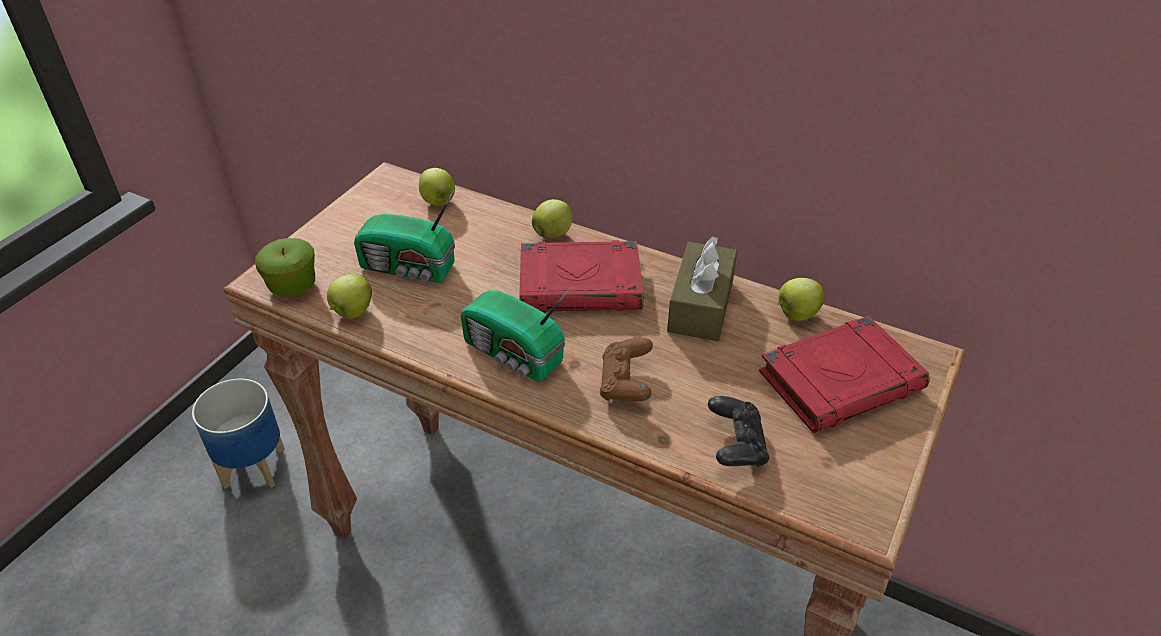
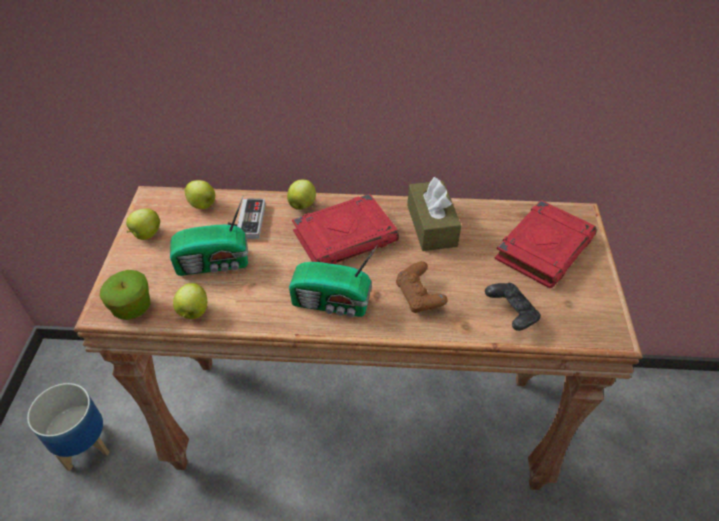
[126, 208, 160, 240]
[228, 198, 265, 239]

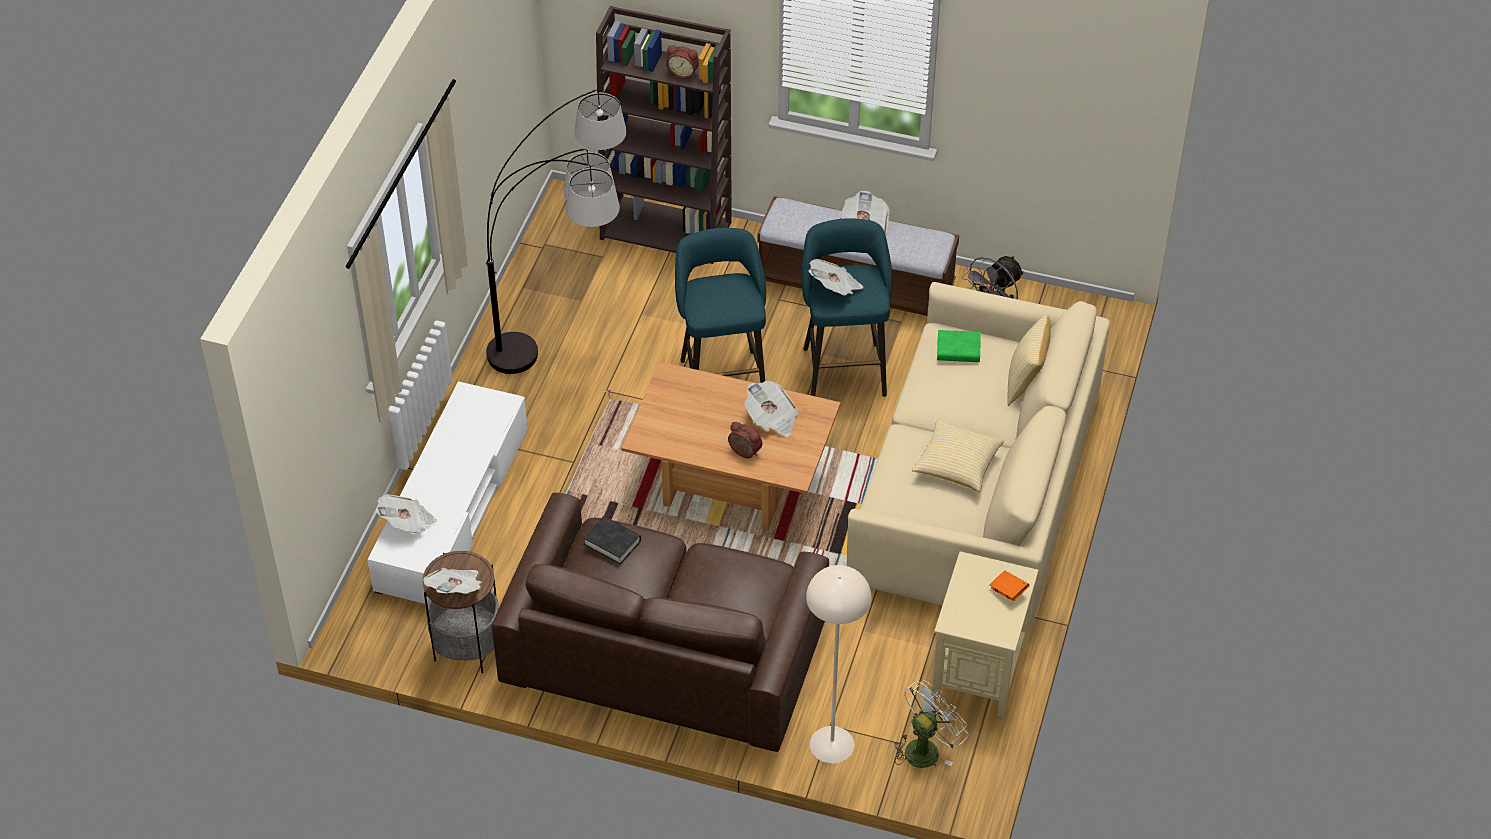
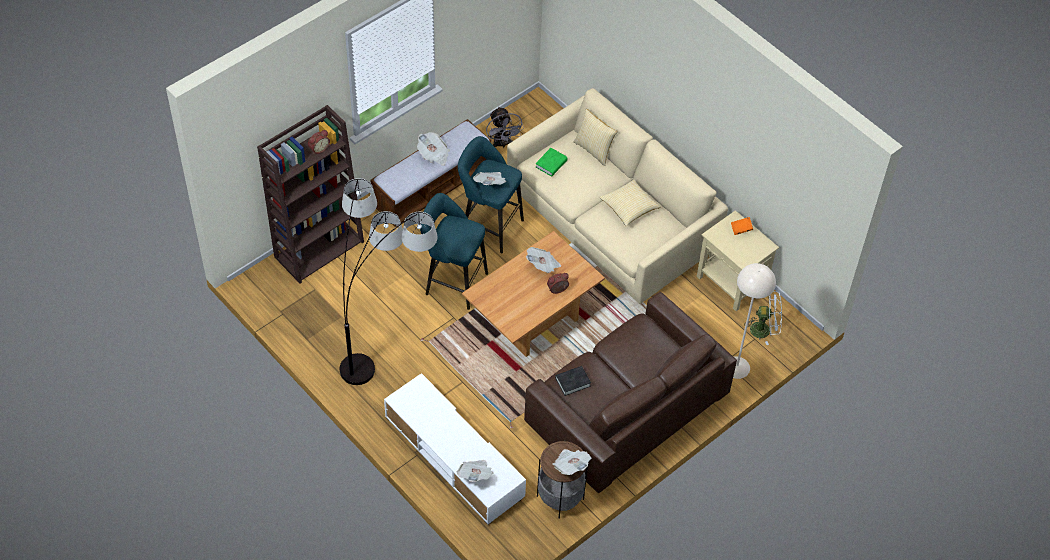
[744, 292, 782, 345]

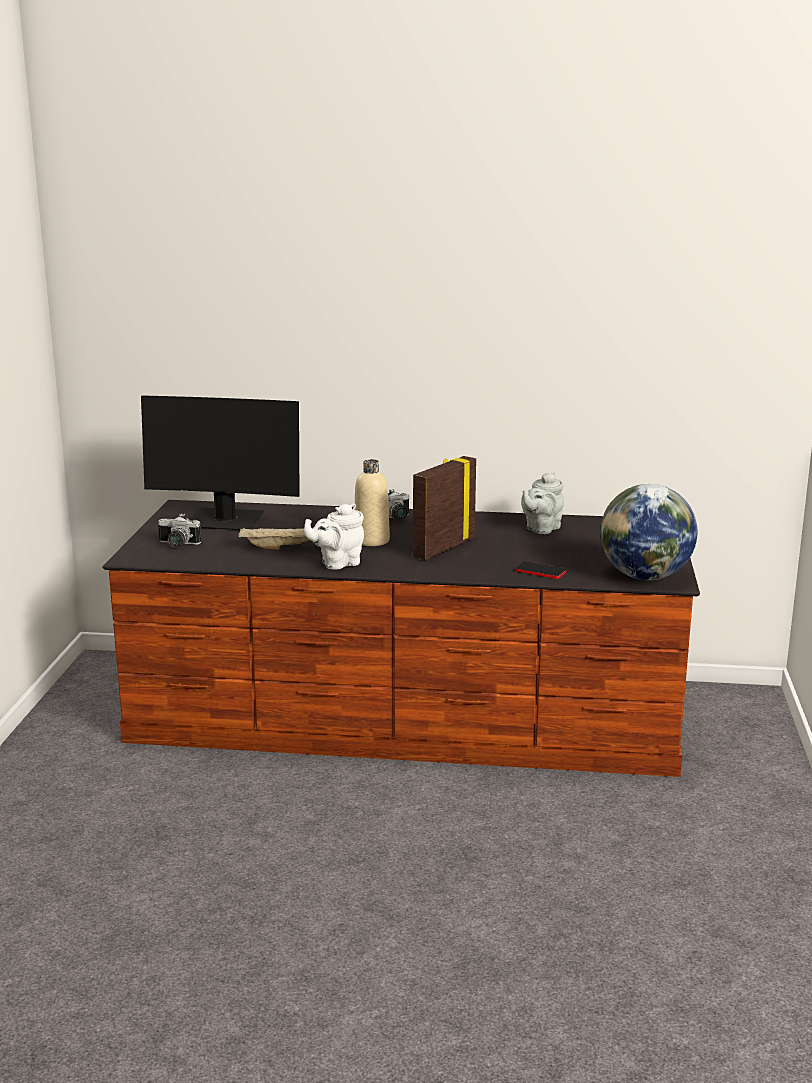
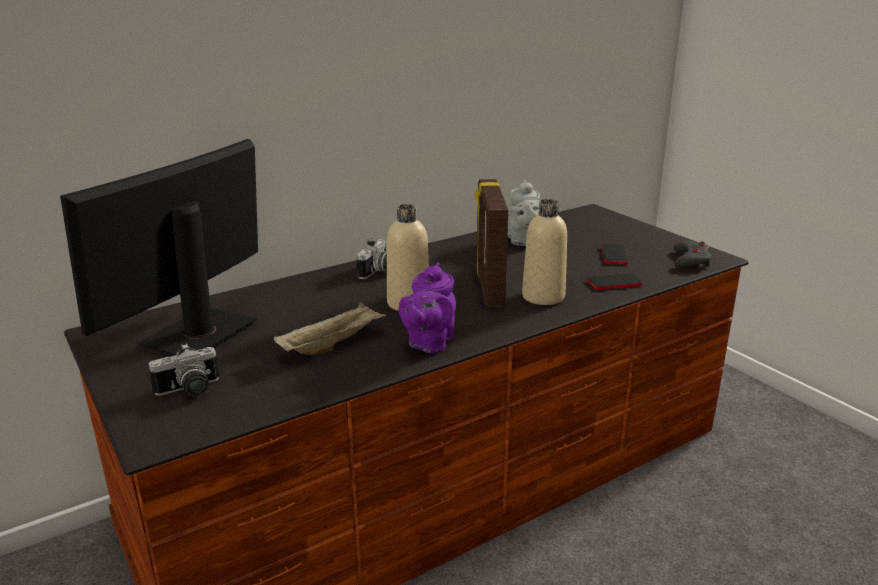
[60, 139, 258, 355]
[673, 241, 711, 268]
[399, 263, 456, 354]
[522, 199, 567, 305]
[601, 244, 629, 264]

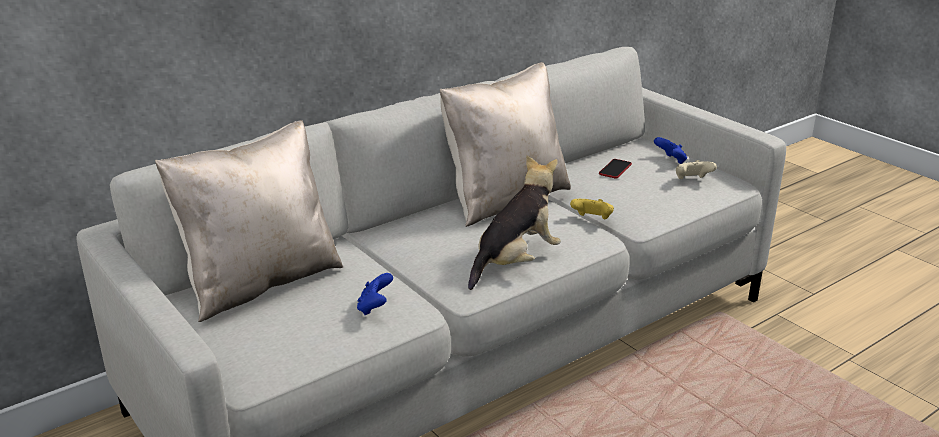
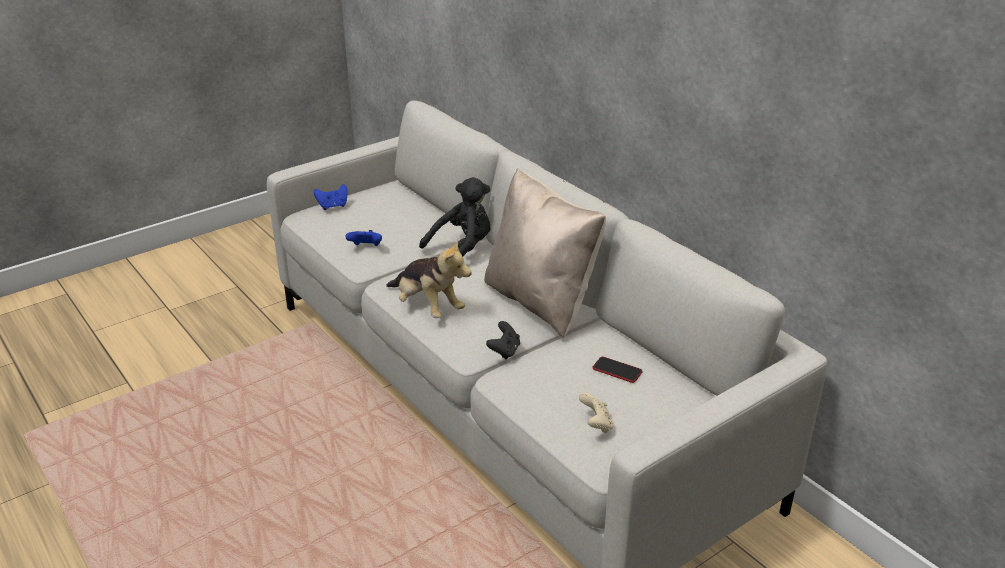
[155, 120, 343, 322] (first image)
[314, 184, 348, 210]
[486, 321, 520, 359]
[419, 177, 491, 257]

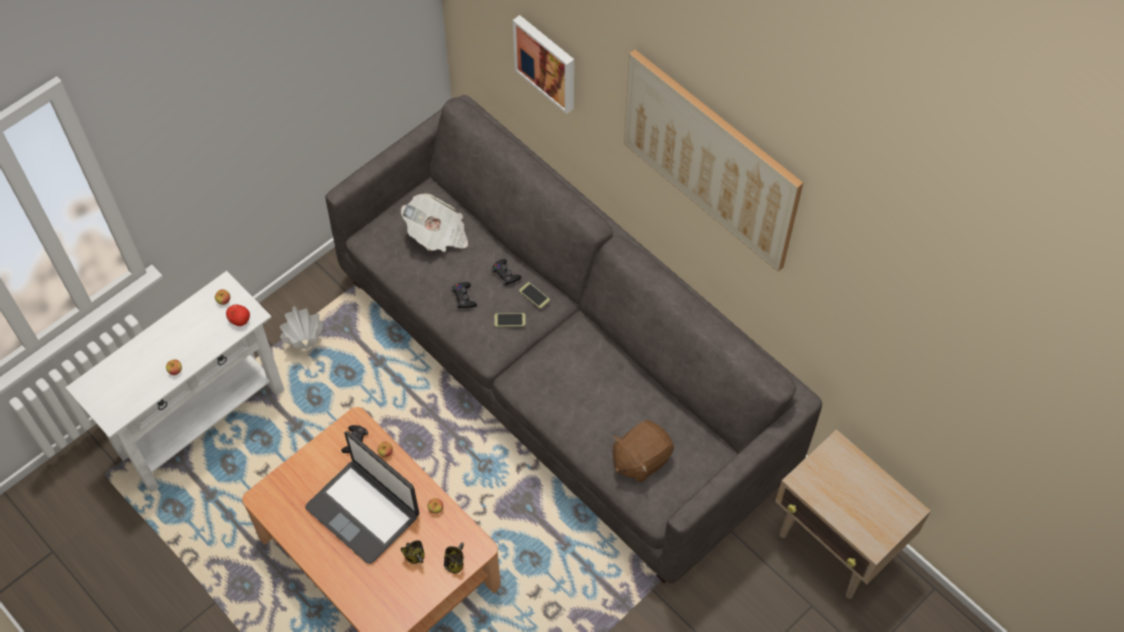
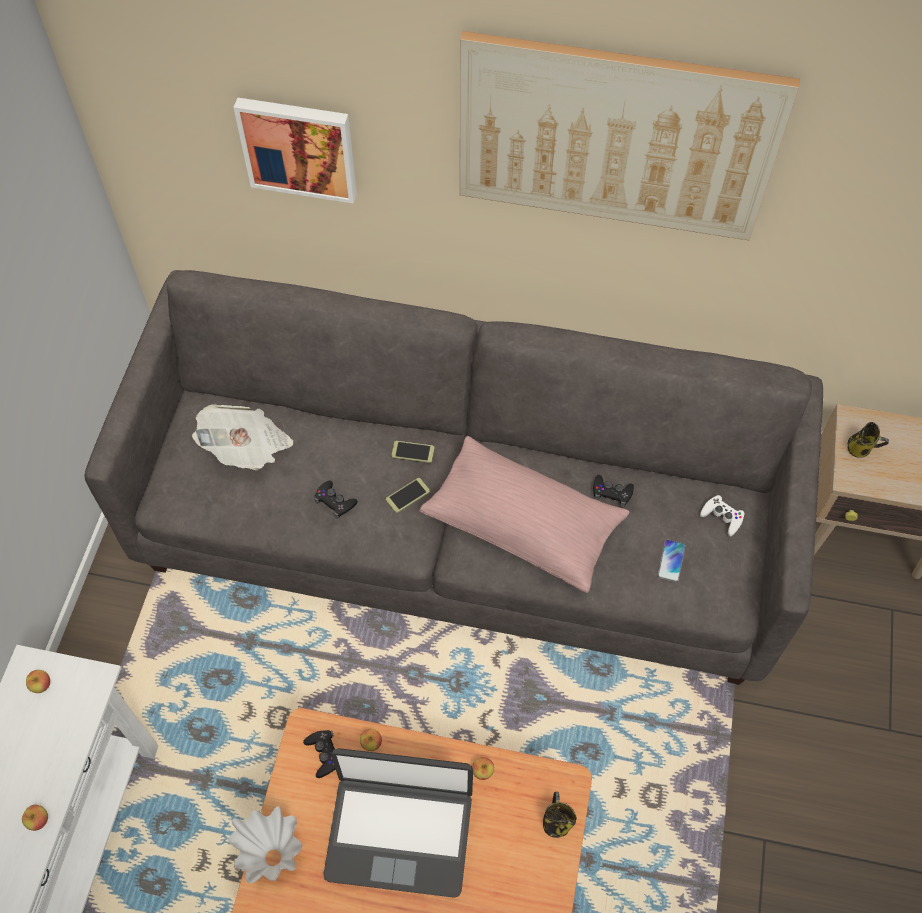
[593, 475, 634, 507]
[226, 305, 250, 326] (first image)
[228, 806, 302, 883]
[657, 539, 686, 583]
[848, 422, 889, 458]
[419, 436, 630, 593]
[700, 495, 744, 536]

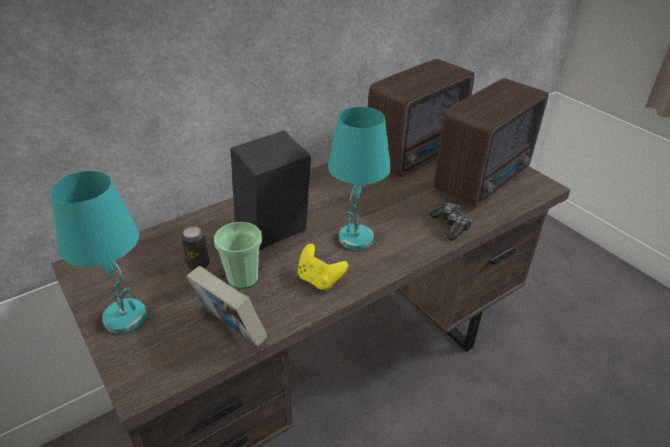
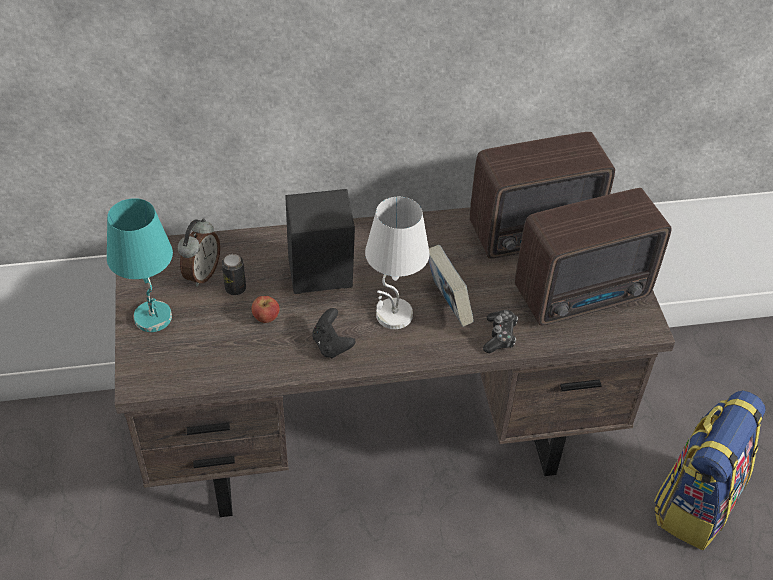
[365, 197, 430, 329]
[251, 296, 280, 323]
[312, 308, 356, 359]
[429, 245, 474, 327]
[178, 218, 220, 287]
[654, 390, 766, 550]

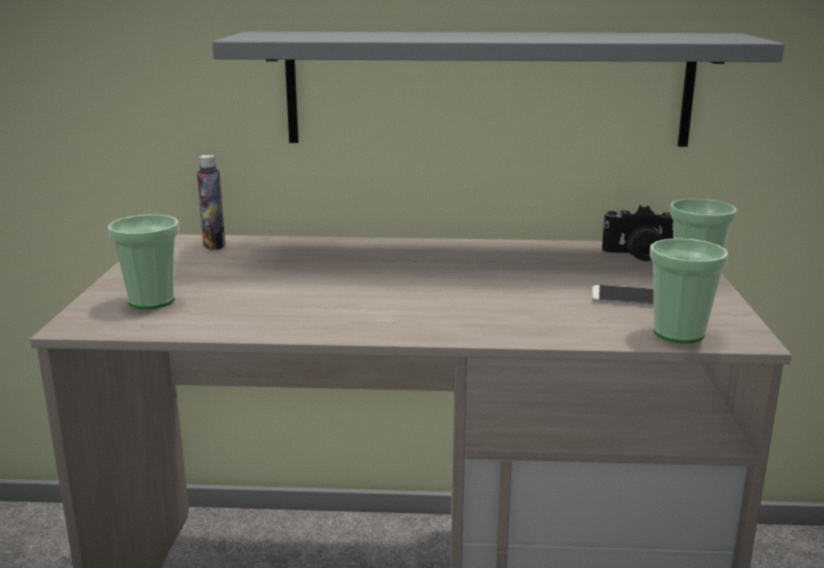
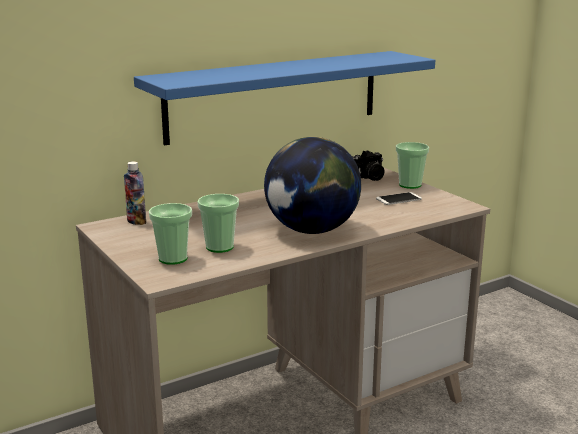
[134, 51, 435, 145]
[197, 194, 239, 253]
[264, 137, 361, 234]

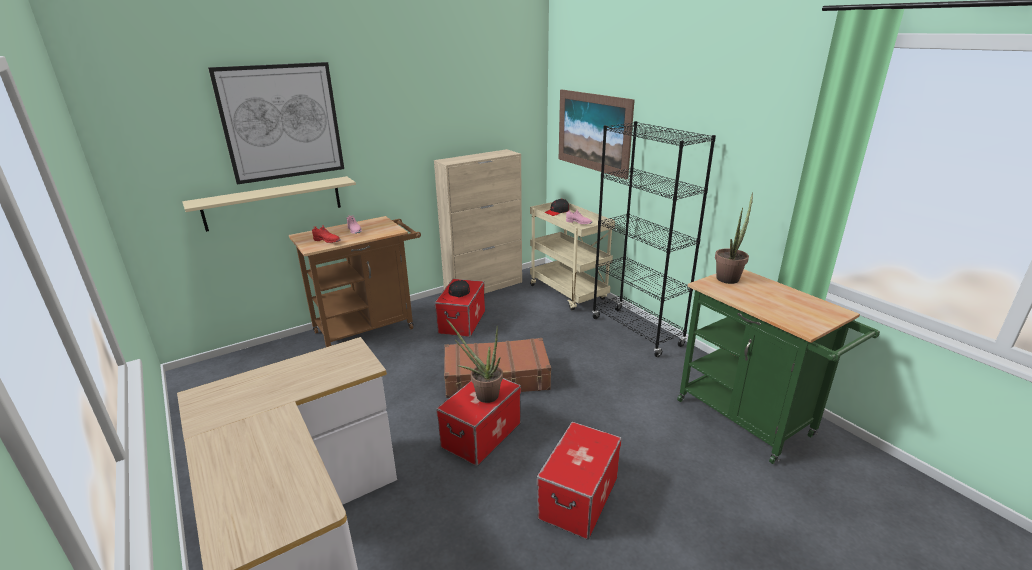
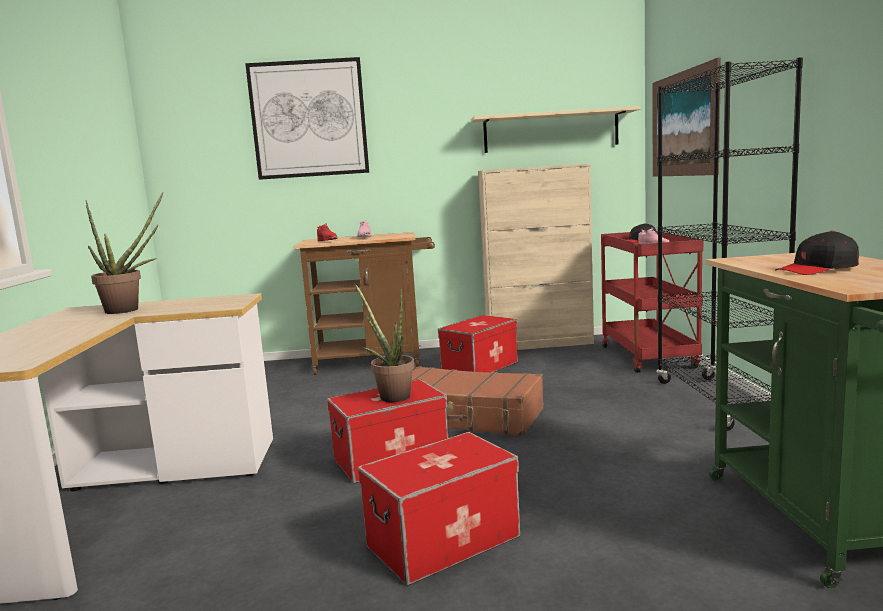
[470, 106, 641, 153]
[86, 192, 164, 314]
[601, 231, 703, 373]
[775, 230, 859, 275]

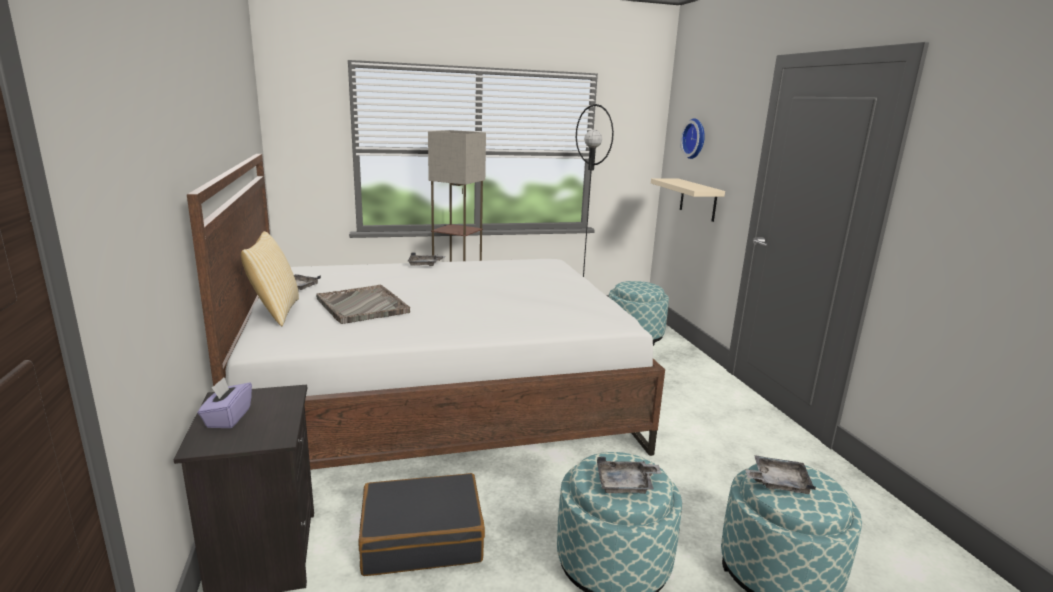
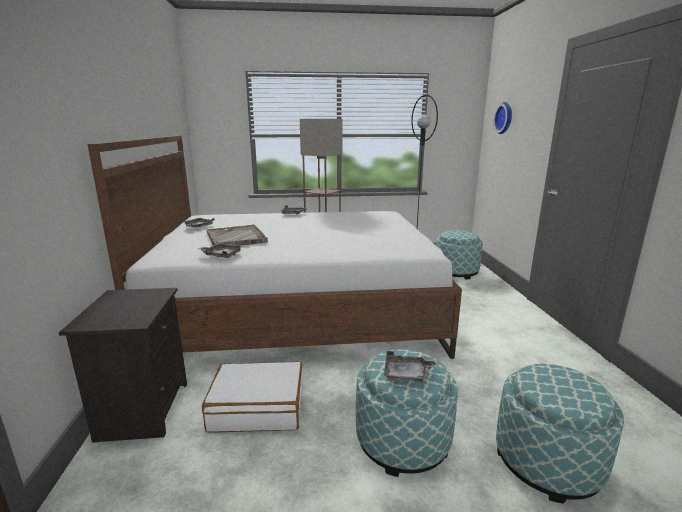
[651, 178, 725, 222] (first image)
[241, 231, 299, 326] (first image)
[198, 377, 252, 428] (first image)
[199, 243, 243, 258]
[202, 361, 303, 433]

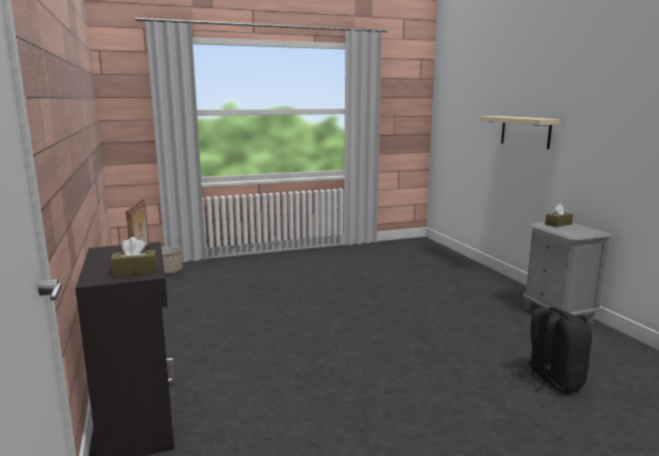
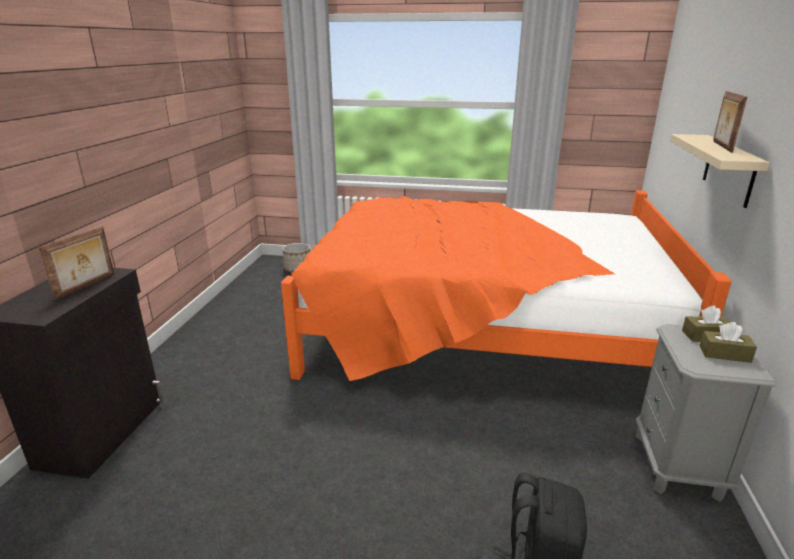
[699, 322, 757, 363]
[714, 91, 747, 153]
[281, 190, 732, 381]

